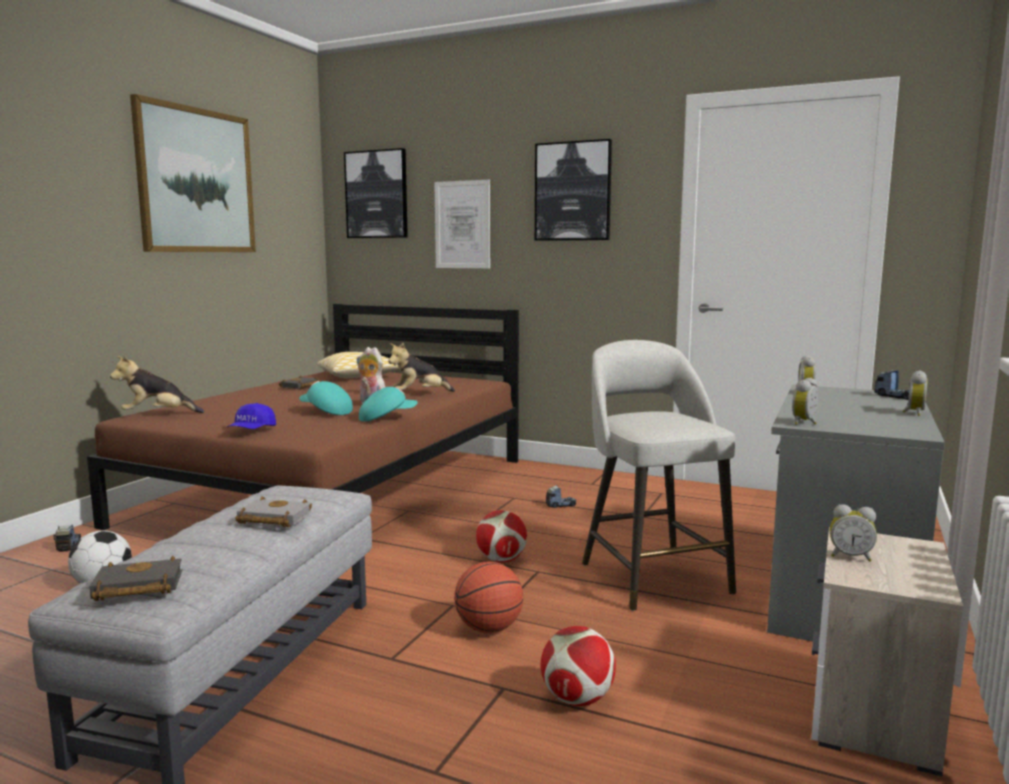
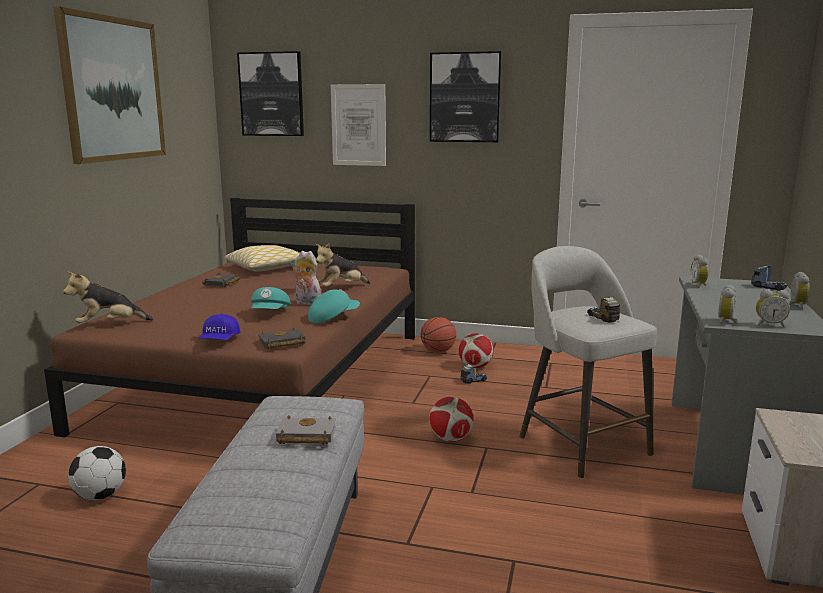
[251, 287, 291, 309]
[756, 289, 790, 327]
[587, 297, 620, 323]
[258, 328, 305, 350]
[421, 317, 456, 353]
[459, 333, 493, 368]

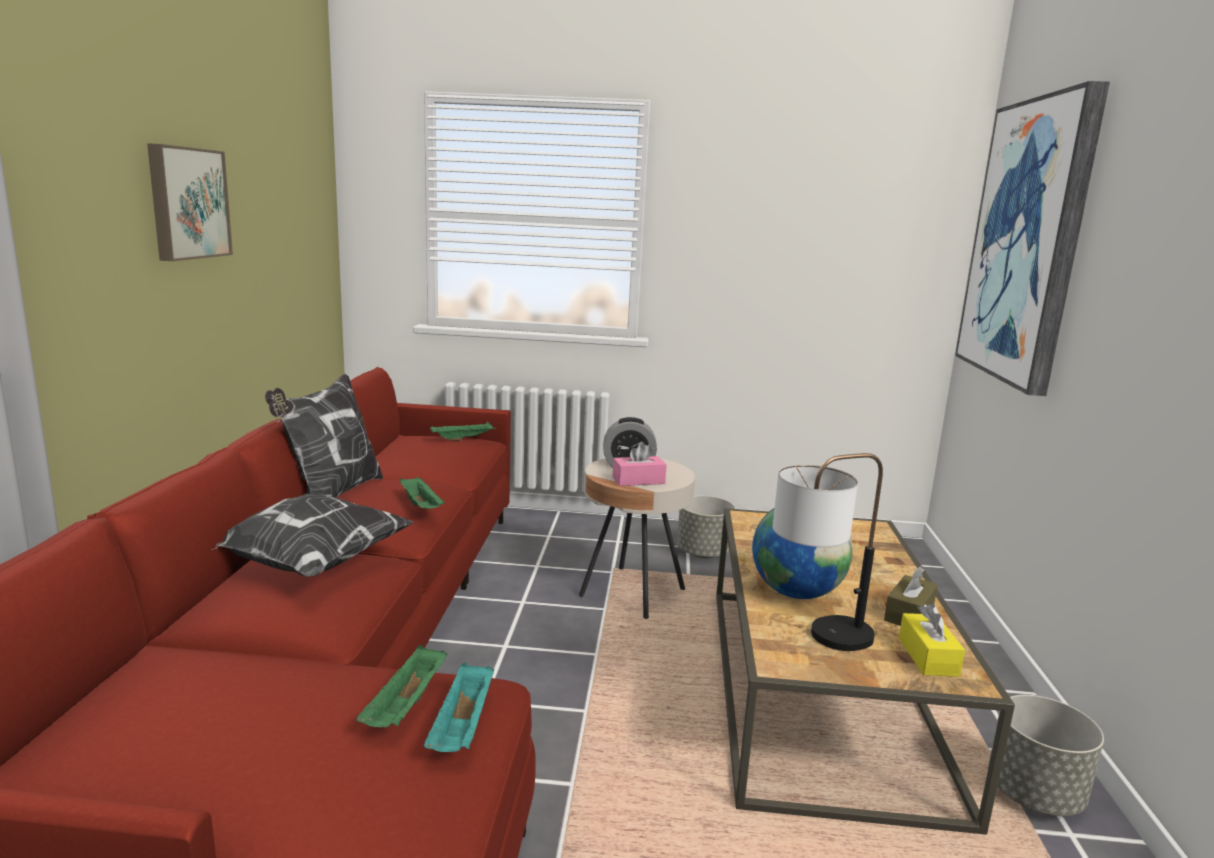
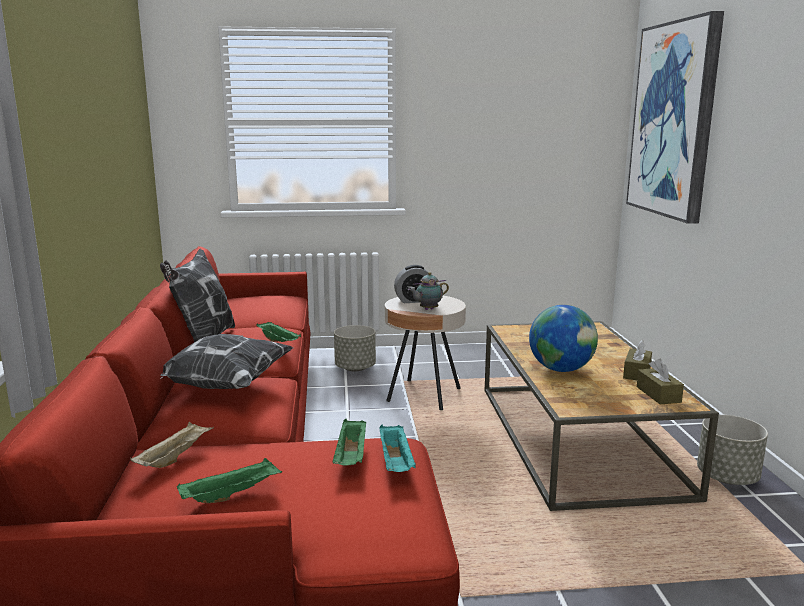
[147, 143, 233, 261] (first image)
[177, 458, 282, 503]
[408, 272, 449, 310]
[773, 453, 883, 651] (first image)
[334, 325, 376, 371]
[637, 359, 684, 404]
[130, 422, 214, 468]

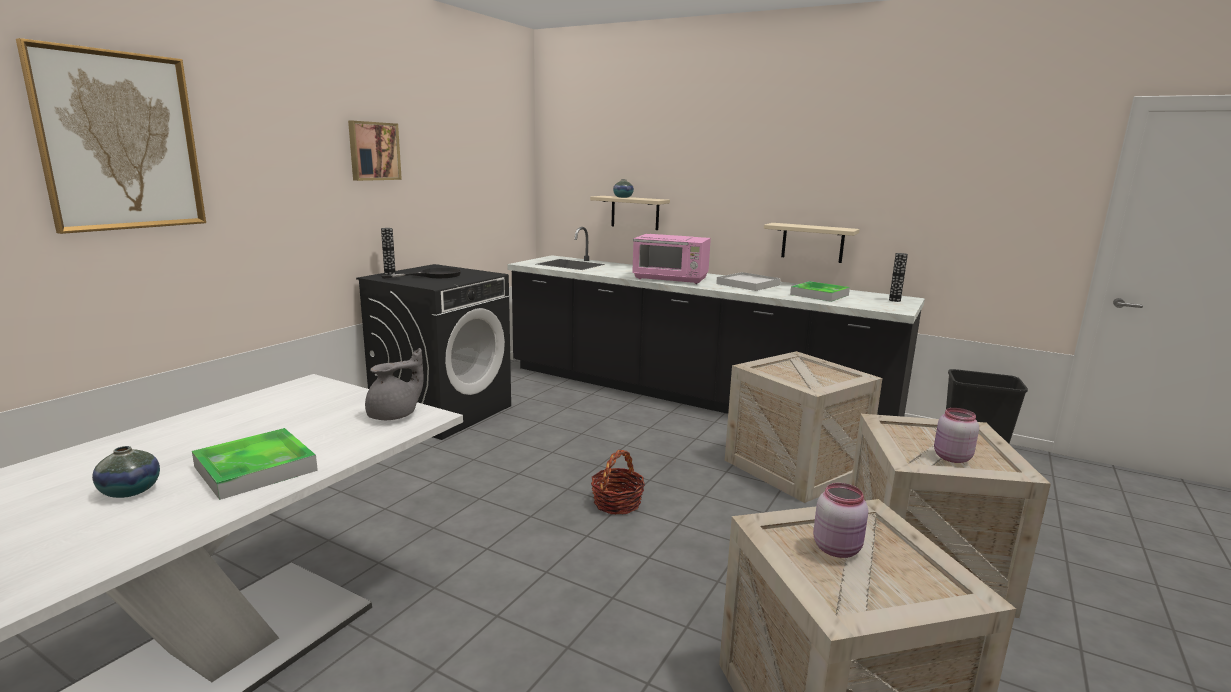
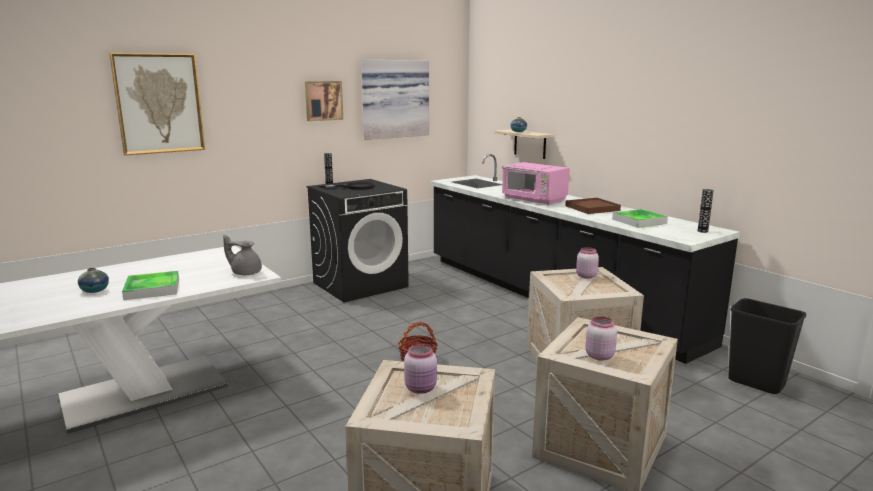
[764, 223, 860, 263] (first image)
[565, 198, 621, 214]
[223, 235, 262, 275]
[361, 60, 429, 140]
[576, 247, 599, 279]

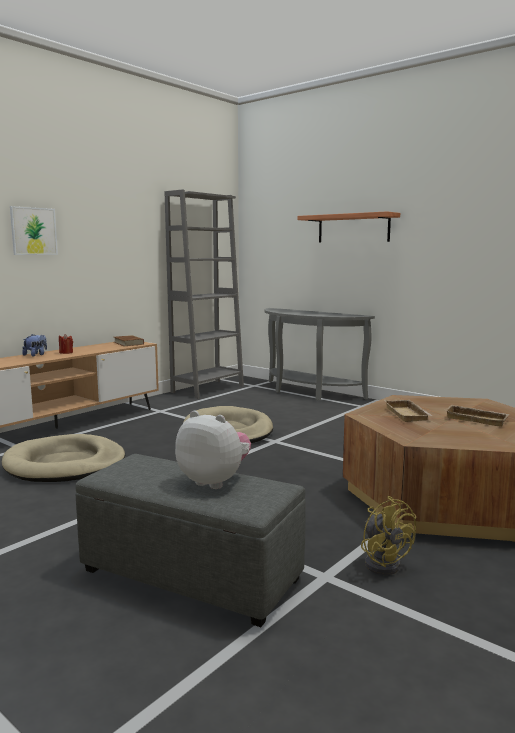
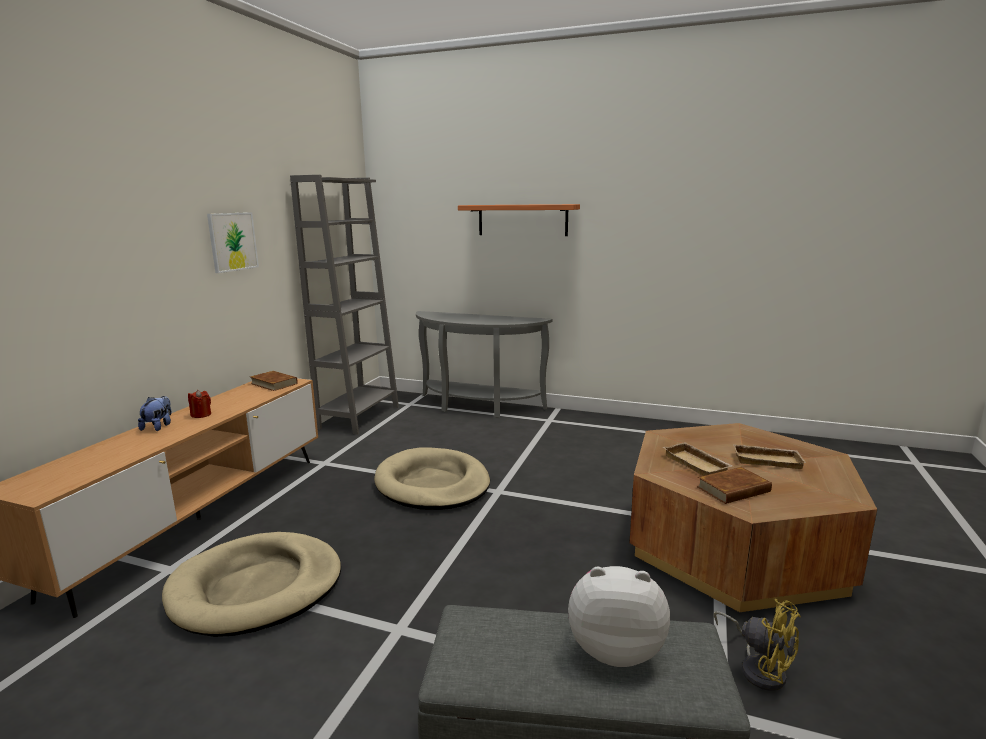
[207, 212, 259, 273]
[697, 467, 772, 504]

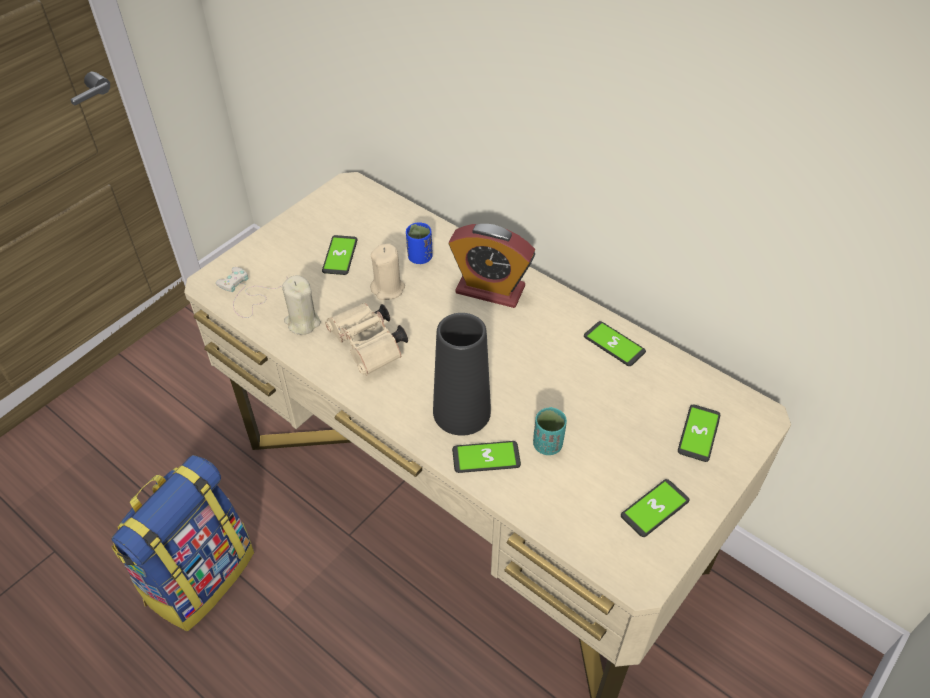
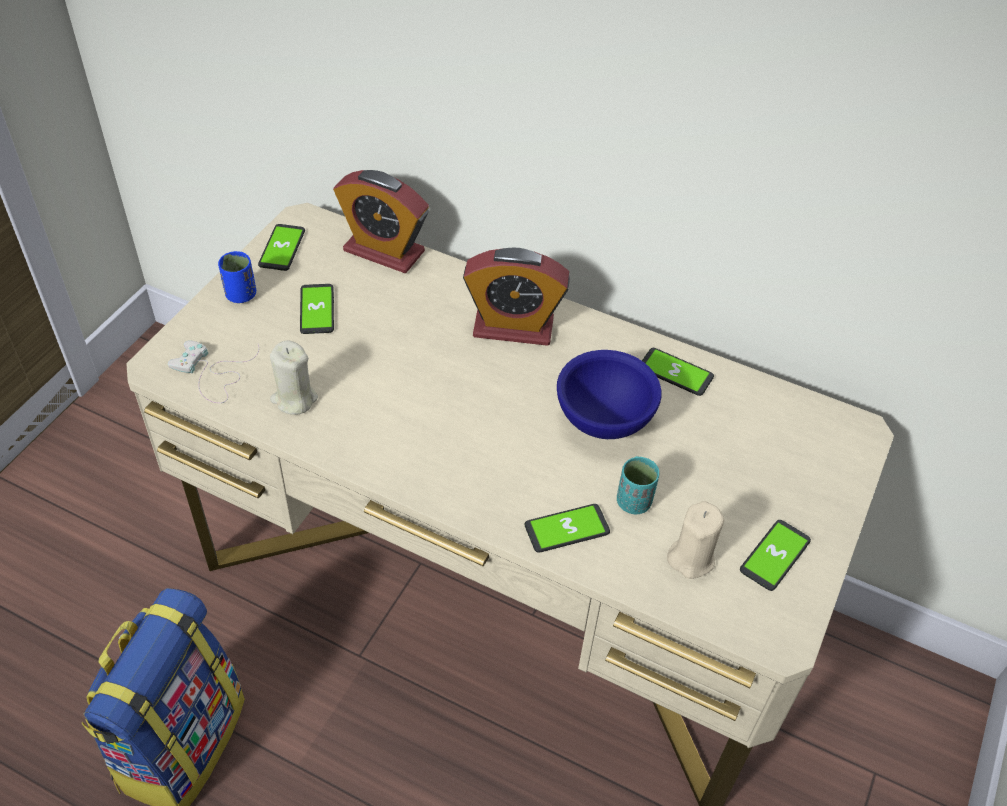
[218, 251, 256, 303]
[667, 501, 724, 579]
[325, 303, 408, 376] (first image)
[433, 313, 491, 436] (first image)
[258, 224, 305, 271]
[333, 170, 429, 273]
[557, 350, 662, 439]

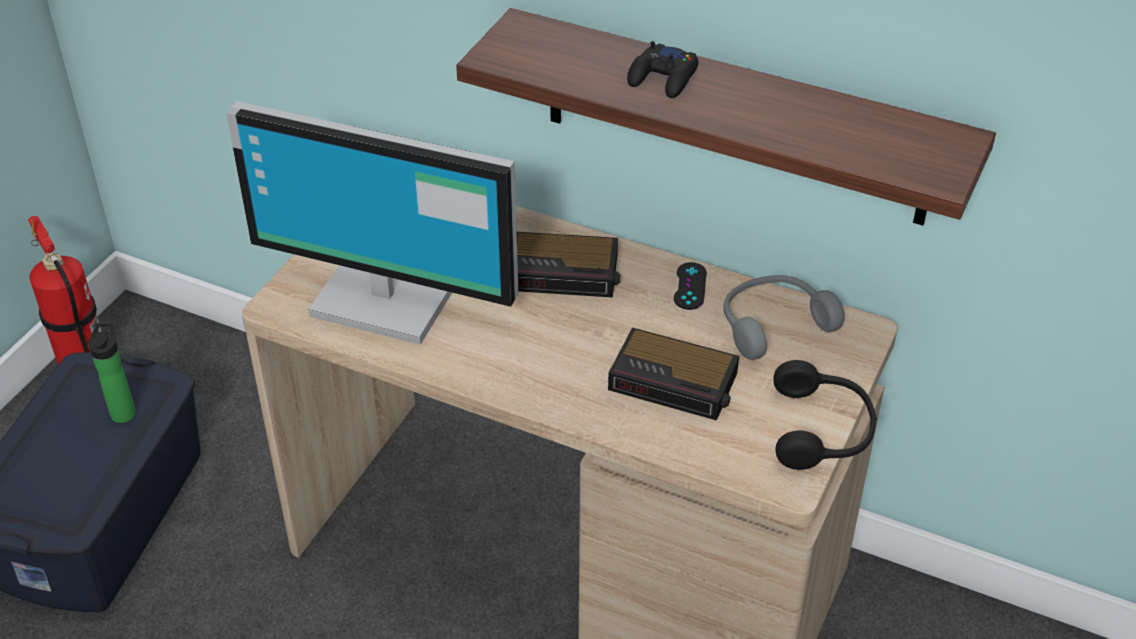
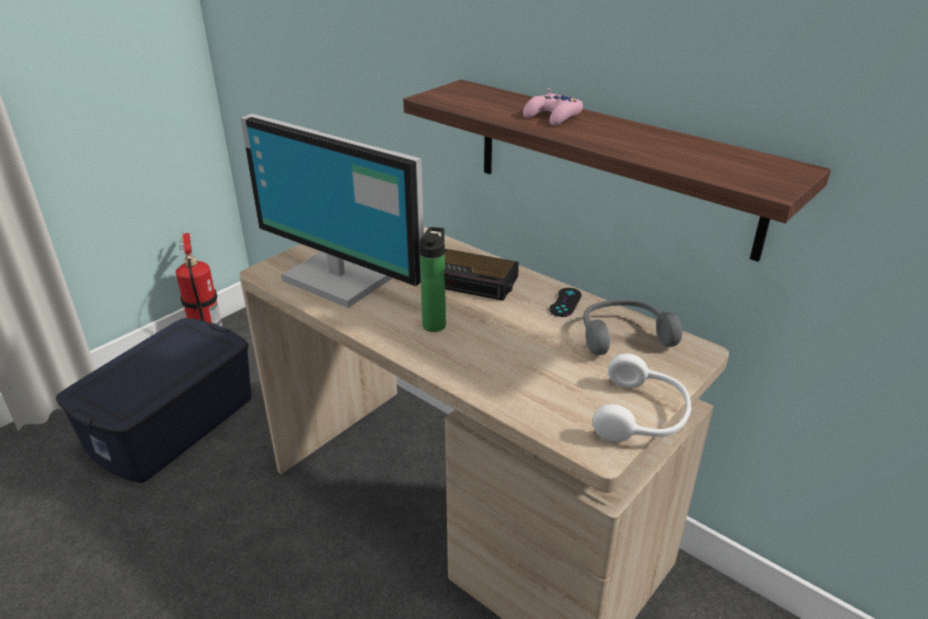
[523, 88, 583, 126]
[419, 227, 446, 332]
[608, 328, 739, 420] (first image)
[592, 353, 692, 442]

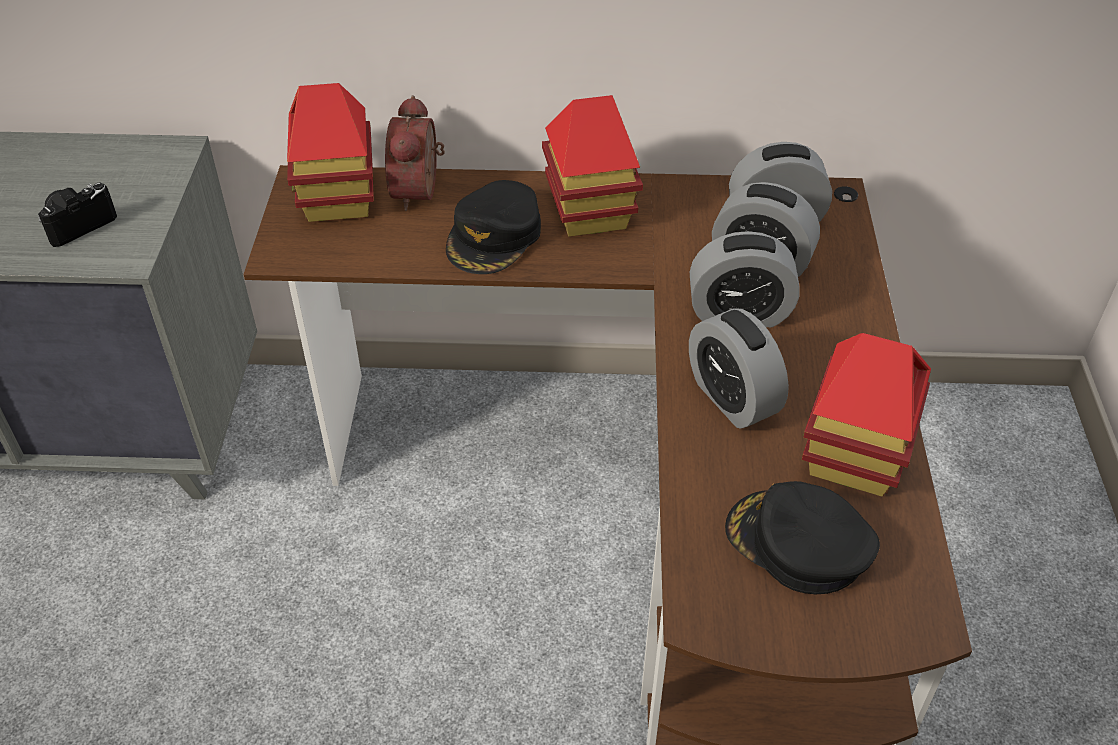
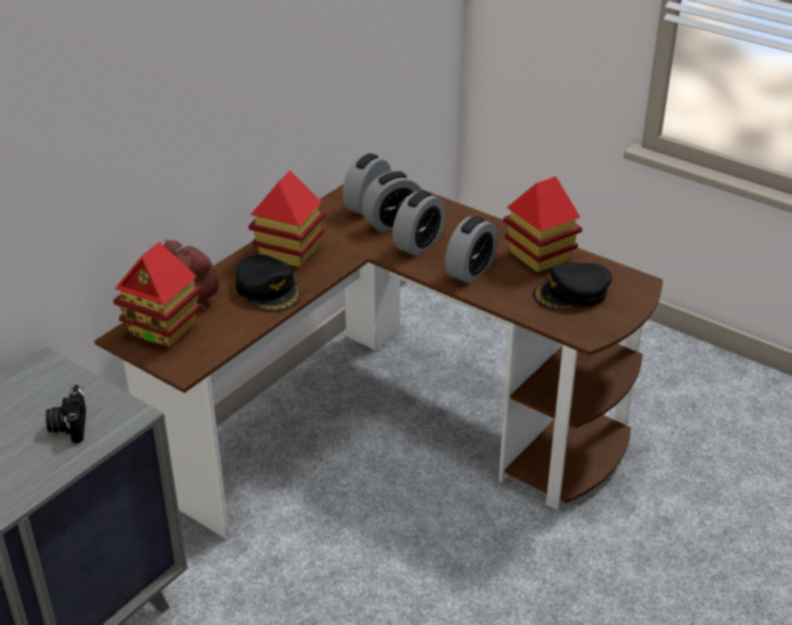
[445, 216, 498, 284]

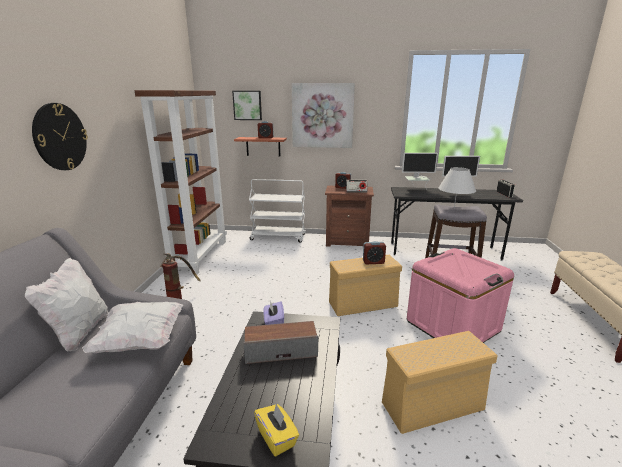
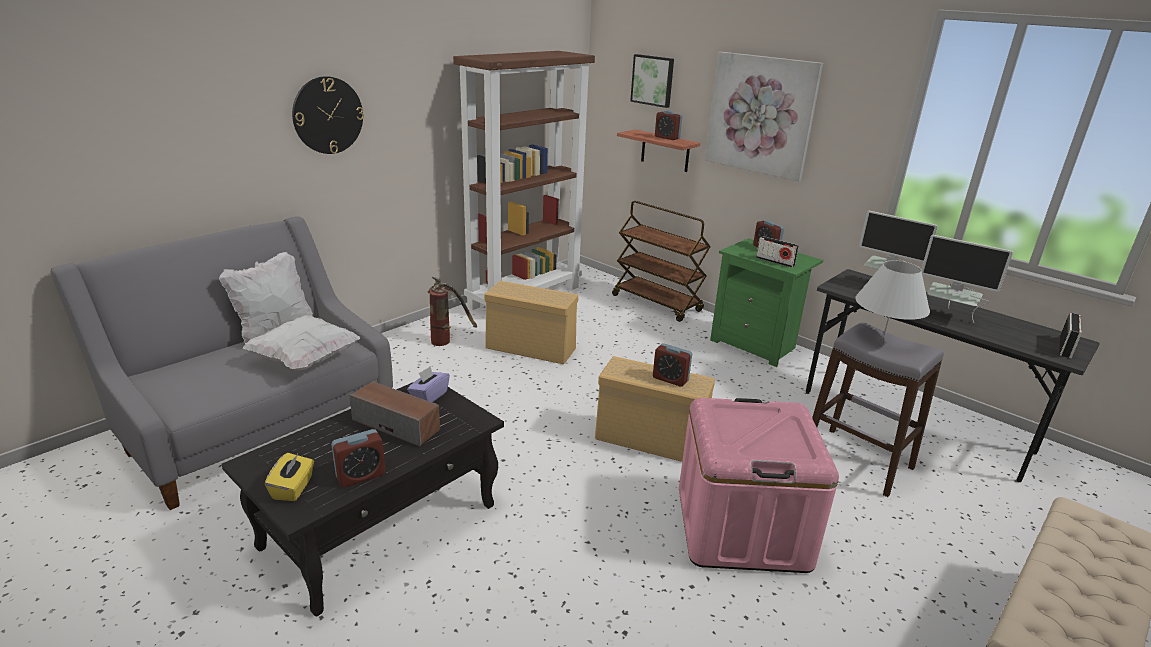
[612, 201, 711, 322]
[710, 238, 823, 367]
[484, 281, 578, 364]
[331, 429, 386, 487]

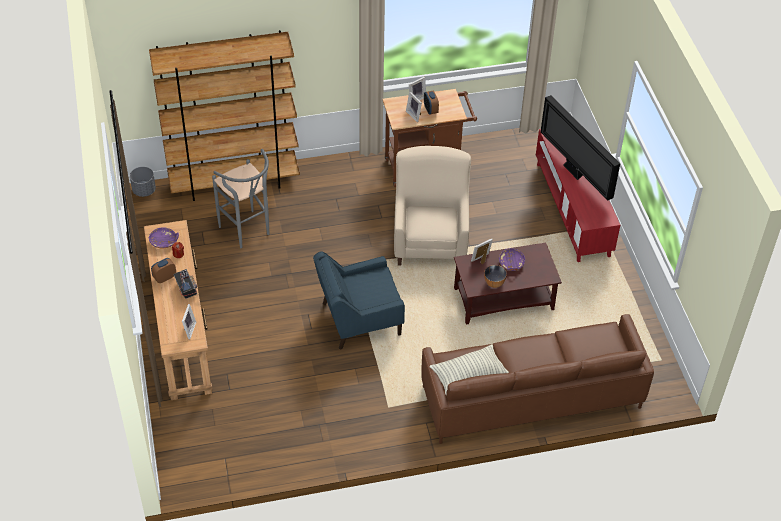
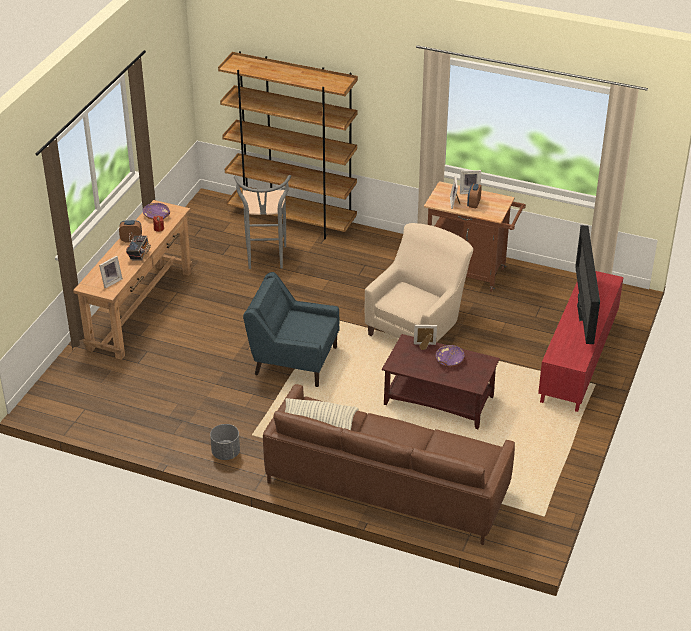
[210, 424, 240, 460]
[484, 265, 507, 288] (first image)

